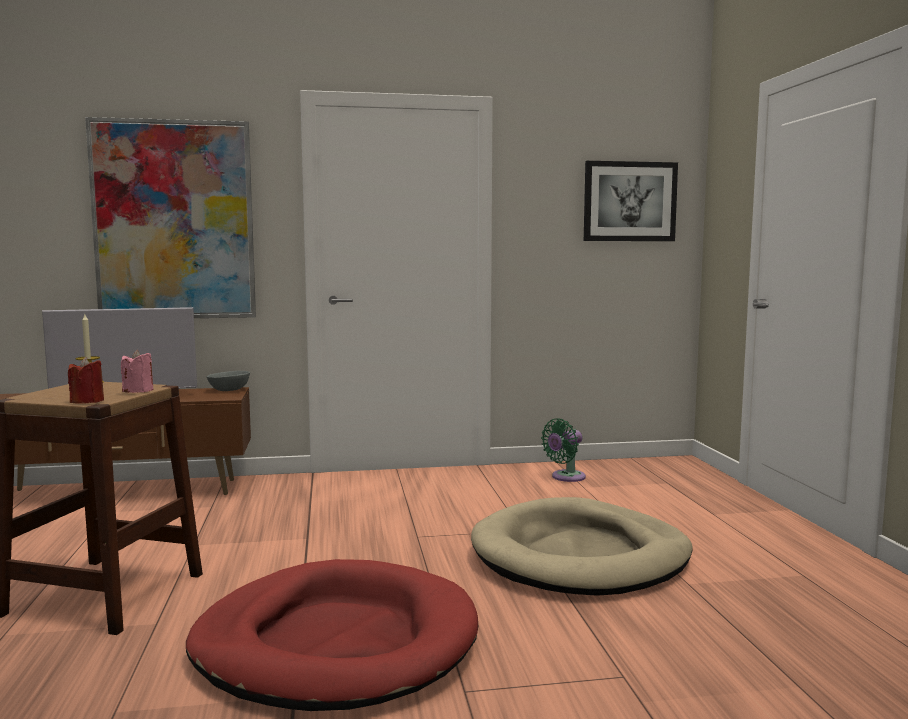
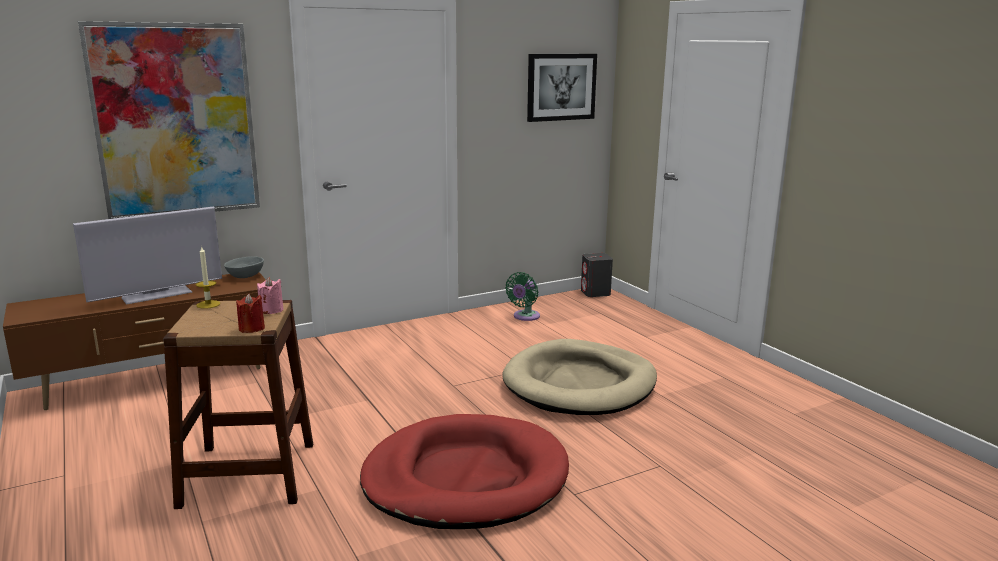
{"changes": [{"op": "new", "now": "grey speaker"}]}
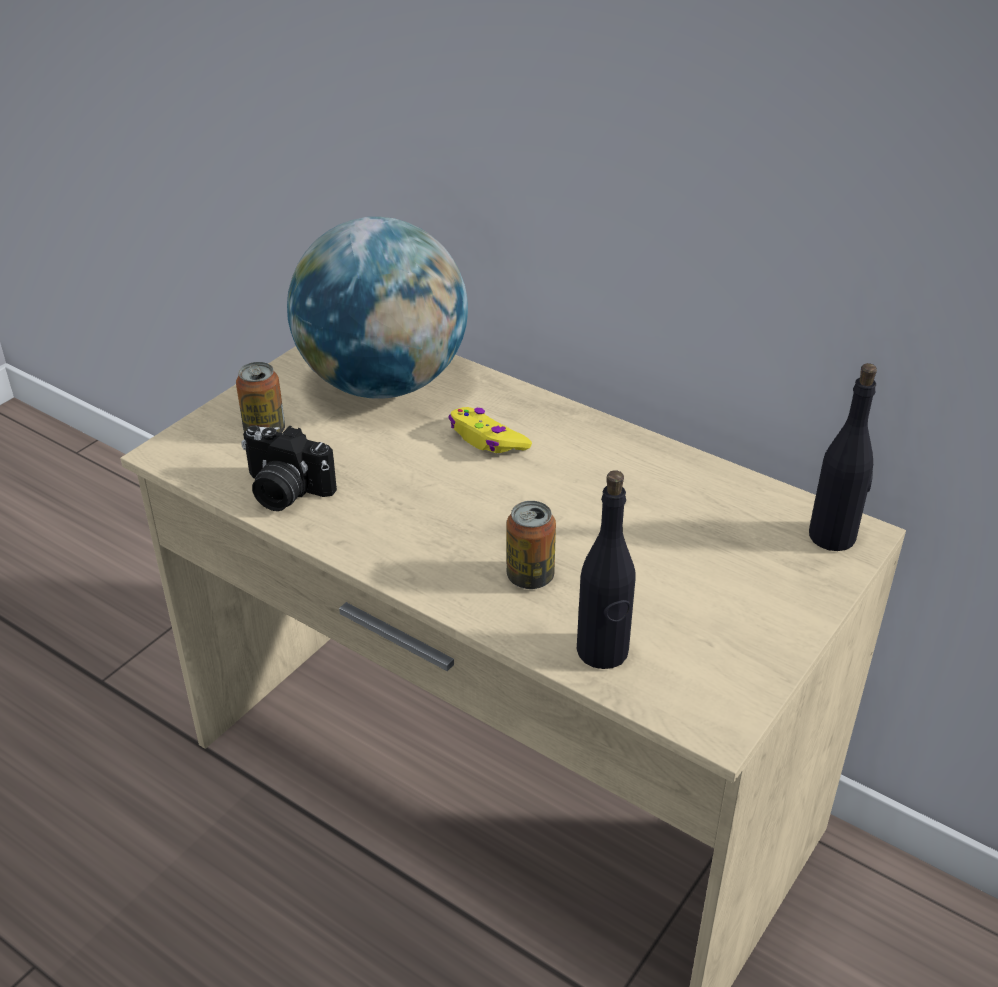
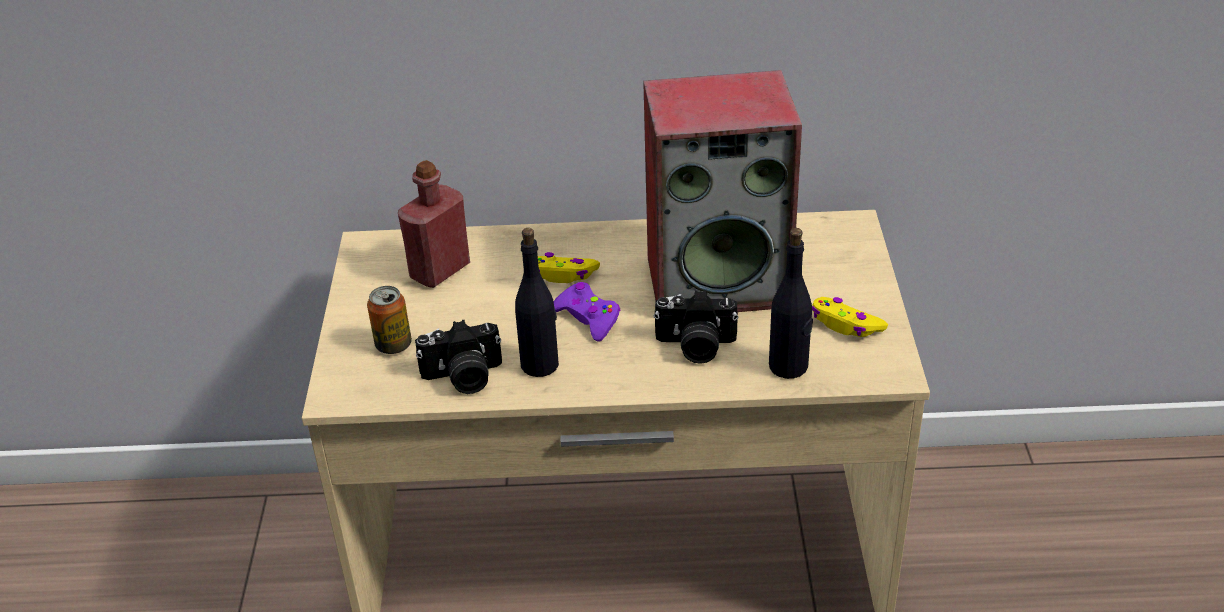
{"changes": [{"op": "swapped", "was": "globe", "now": "red bottle"}, {"op": "swapped", "was": "can (no. 2 from left)", "now": "photo camera (no. 2 from left)"}, {"op": "shifted", "was": "black bottle (no. 2 from left in the first image)", "now": "black bottle (no. 1 from left)"}, {"op": "new", "now": "purple game controller"}, {"op": "new", "now": "speaker"}, {"op": "new", "now": "yellow game controller (no. 2 from left)"}]}
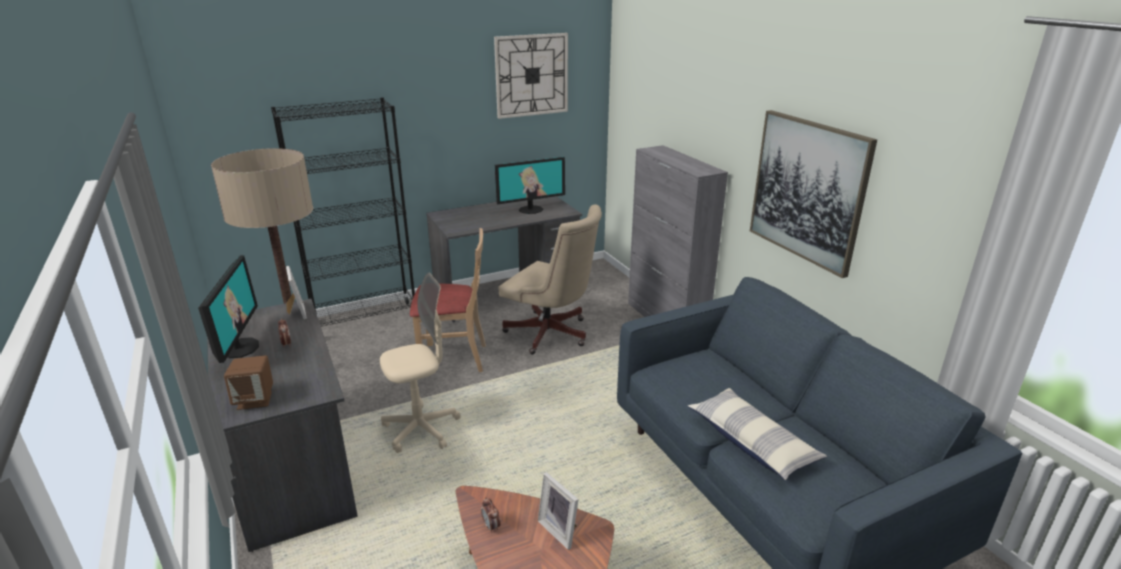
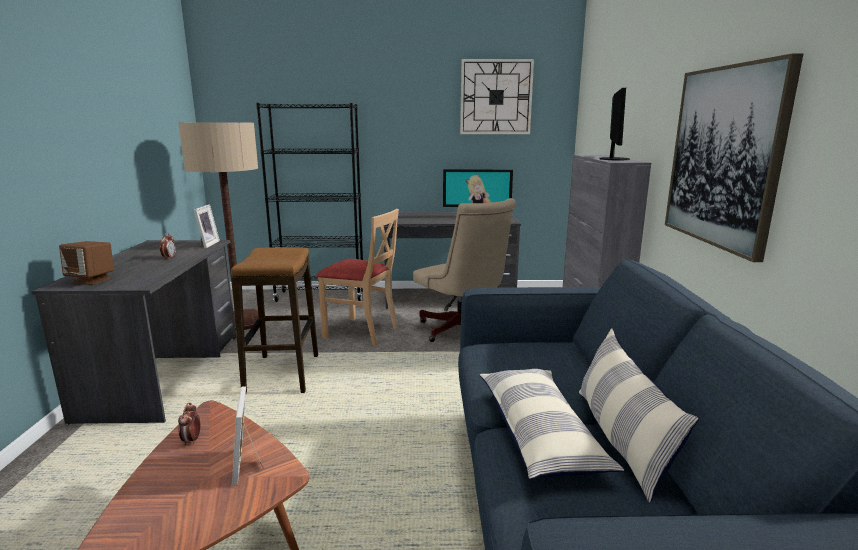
{"changes": [{"op": "shifted", "was": "monitor (no. 1 from left in the first image)", "now": "monitor (no. 2 from left)"}, {"op": "swapped", "was": "beige office chair (no. 1 from left)", "now": "stool"}, {"op": "new", "now": "pillow (no. 2 from left)"}]}
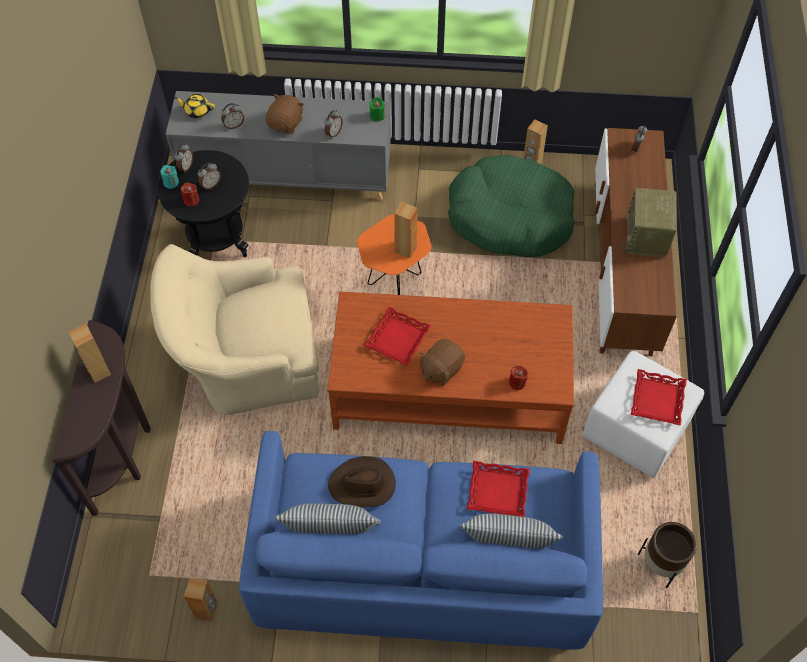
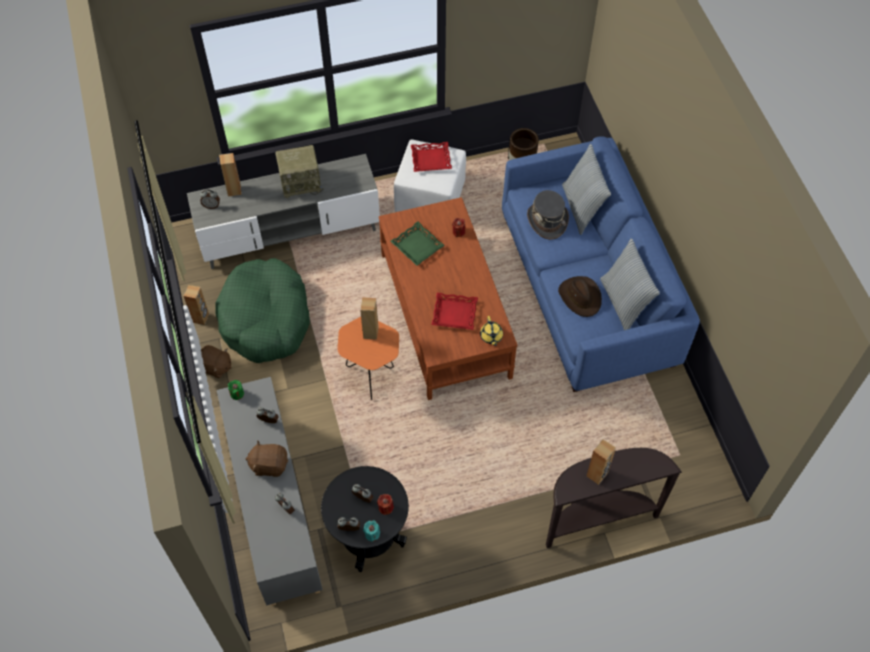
{"changes": [{"op": "gone", "was": "beige armchair"}, {"op": "shifted", "was": "yellow teapot"}, {"op": "shifted", "was": "brown speaker (no. 2 from left)"}, {"op": "shifted", "was": "brown plush toy (no. 2 from left in the first image)", "now": "brown plush toy (no. 1 from left)"}, {"op": "swapped", "was": "red tray (no. 2 from left)", "now": "grey hat"}, {"op": "repainted", "was": "brown tv stand", "now": "grey tv stand"}, {"op": "new", "now": "green tray"}]}
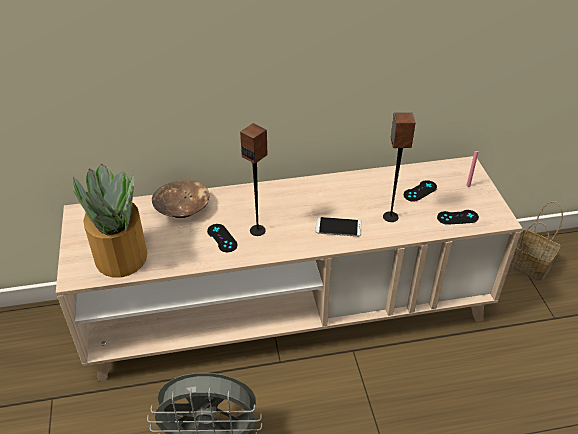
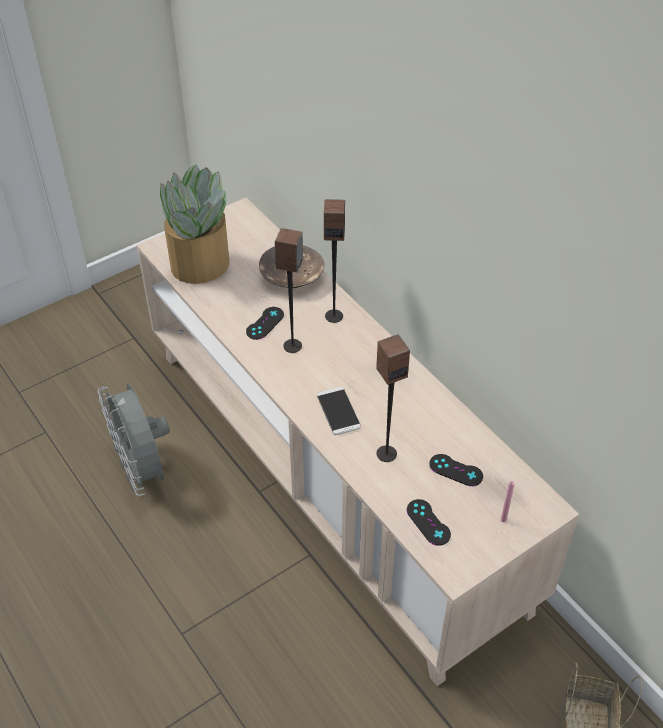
{"changes": [{"op": "new", "now": "speaker (no. 2 from left)"}]}
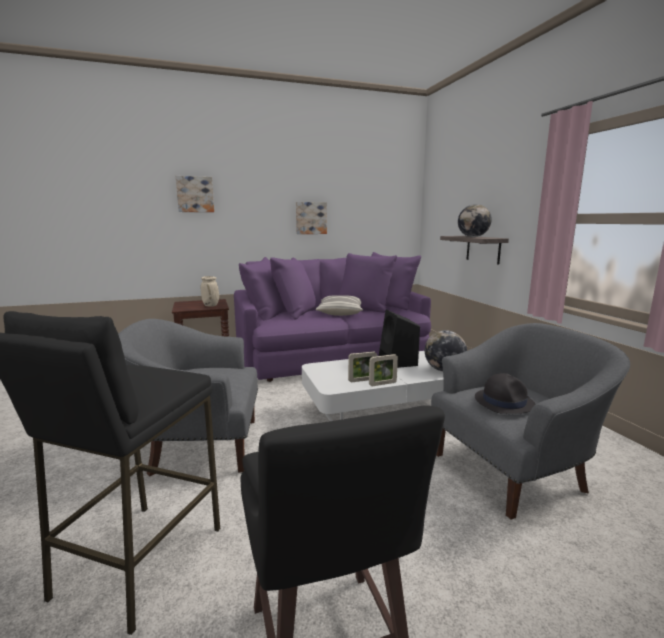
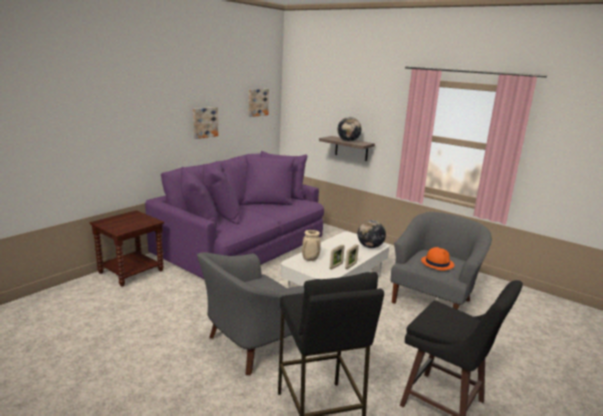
{"changes": [{"op": "shifted", "was": "picture (no. 1 from left in the first image)", "now": "picture (no. 2 from left)"}, {"op": "shifted", "was": "beige vase"}, {"op": "gone", "was": "pillow"}, {"op": "gone", "was": "black speaker"}, {"op": "repainted", "was": "black hat", "now": "orange hat"}]}
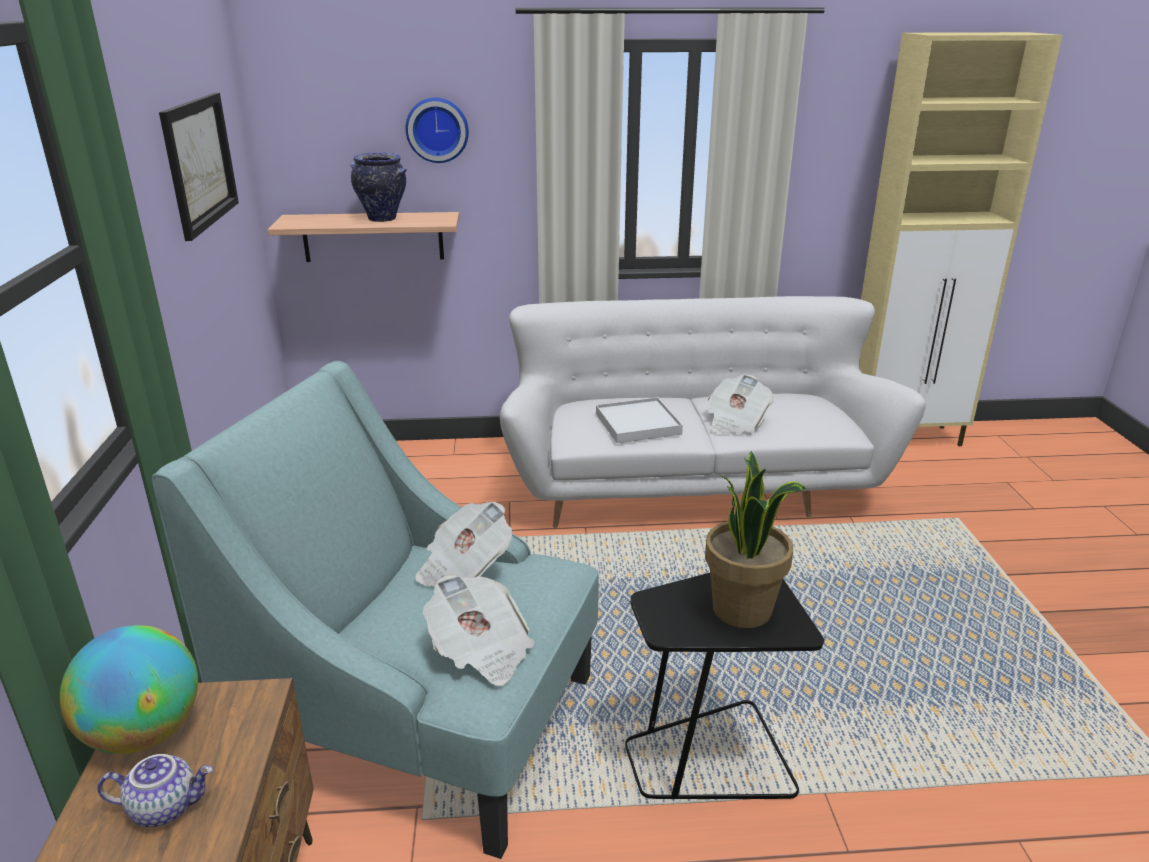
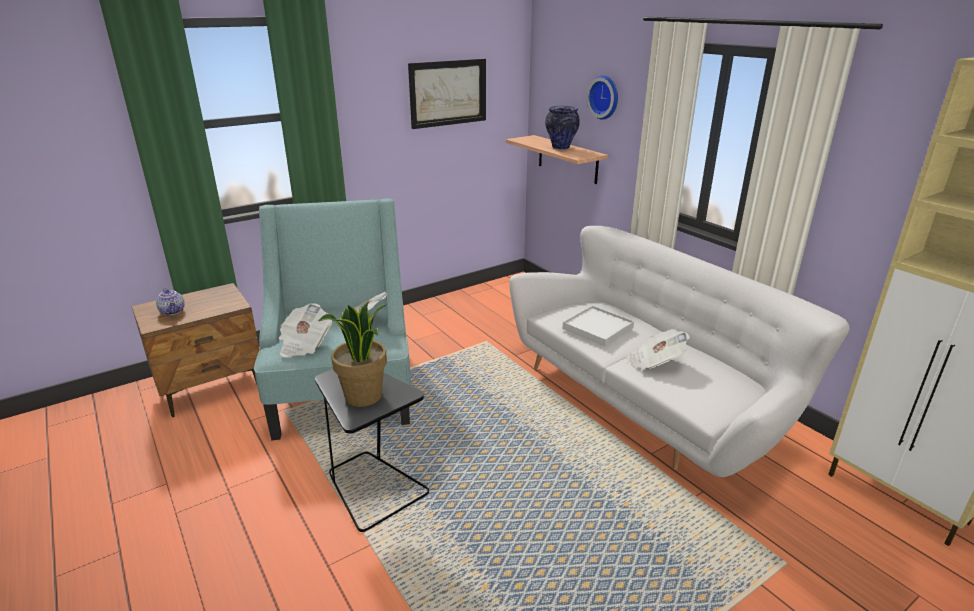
{"changes": [{"op": "gone", "was": "globe"}]}
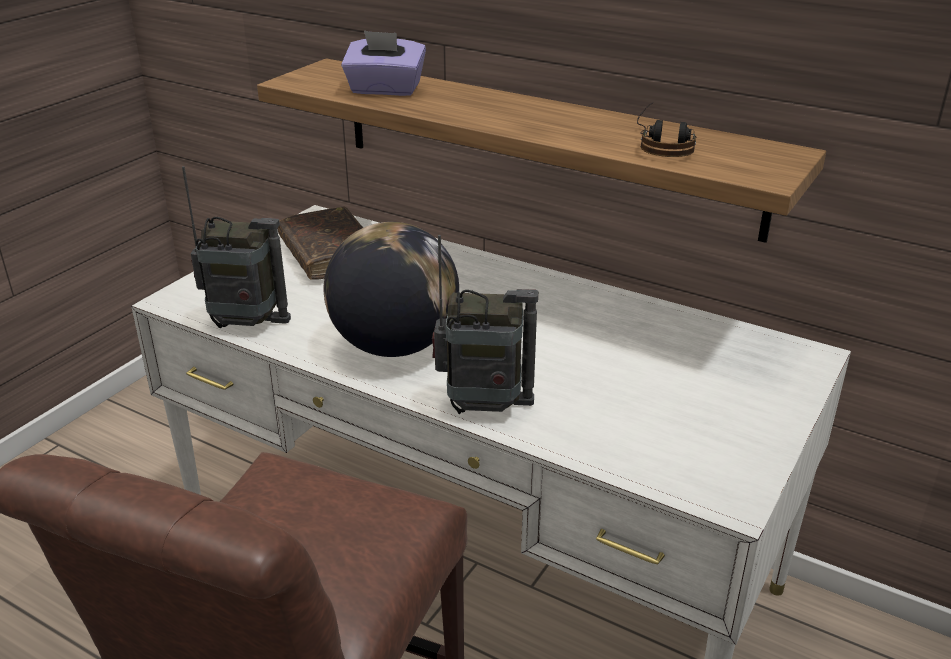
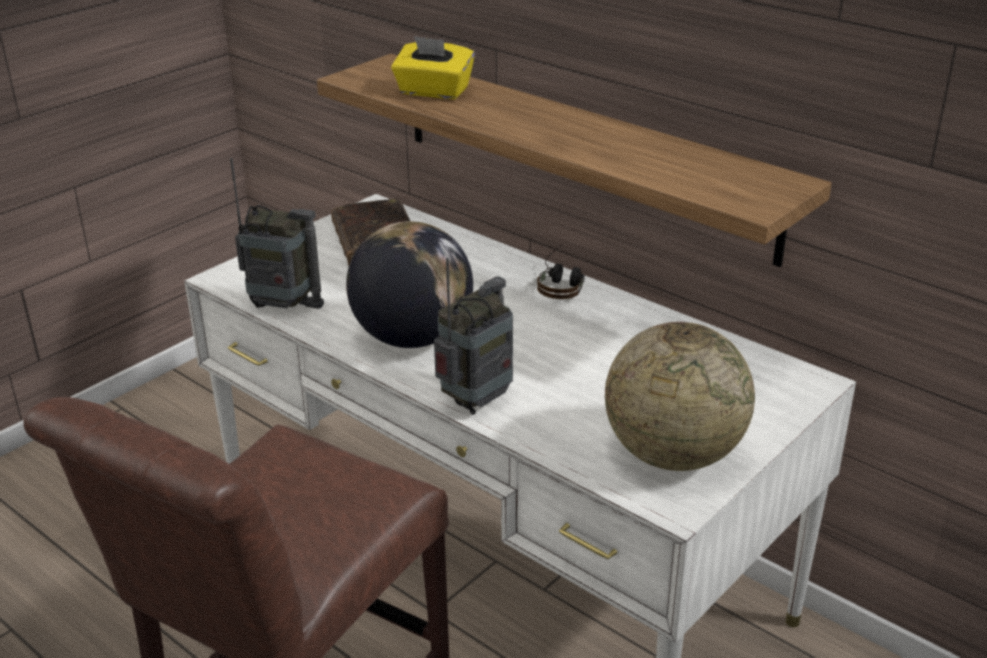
{"changes": [{"op": "repainted", "was": "purple tissue box", "now": "yellow tissue box"}, {"op": "rotated", "was": "radio (no. 2 from left)", "clockwise": -60}, {"op": "shifted", "was": "headphones"}, {"op": "new", "now": "globe (no. 2 from left)"}]}
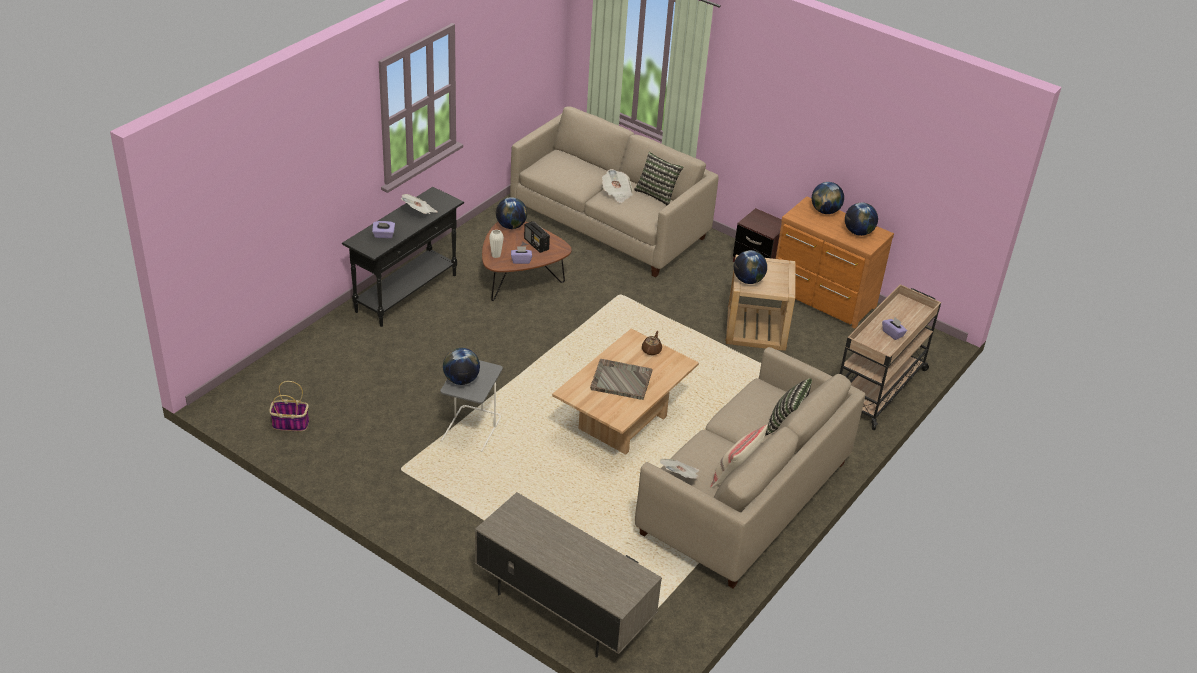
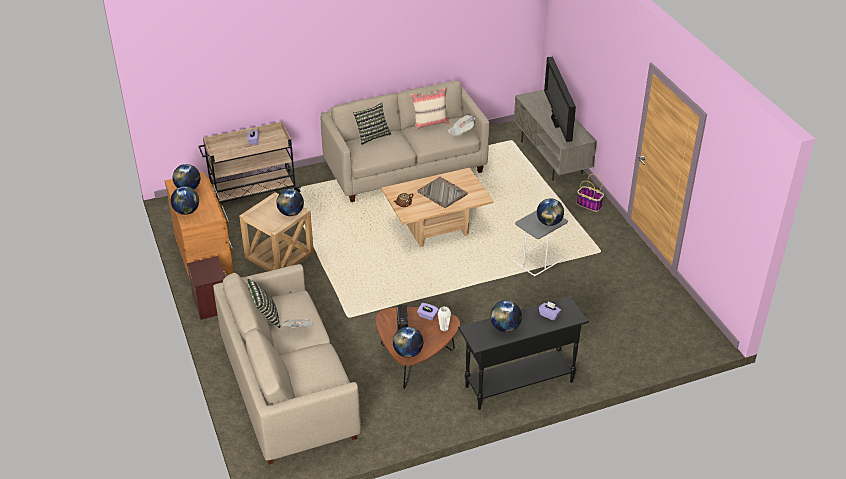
{"changes": [{"op": "shifted", "was": "basket"}, {"op": "swapped", "was": "newspaper (no. 1 from left)", "now": "globe (no. 5 from left)"}, {"op": "new", "now": "television"}]}
